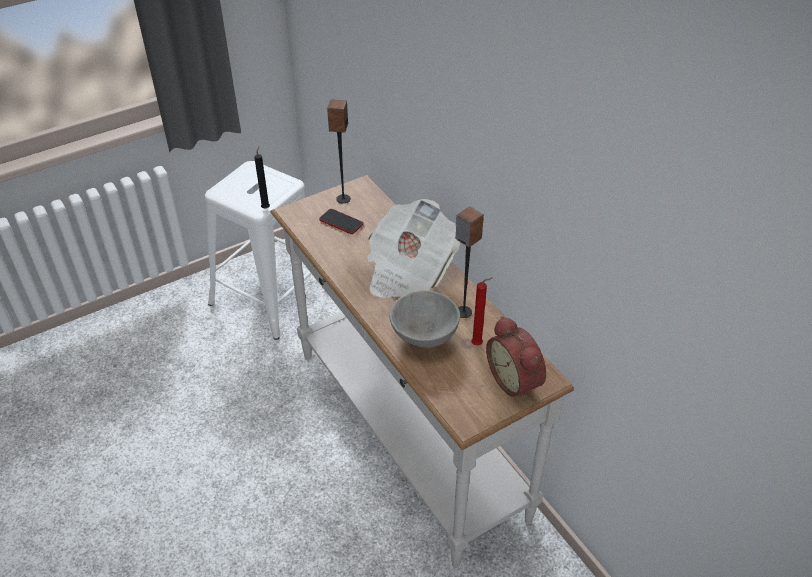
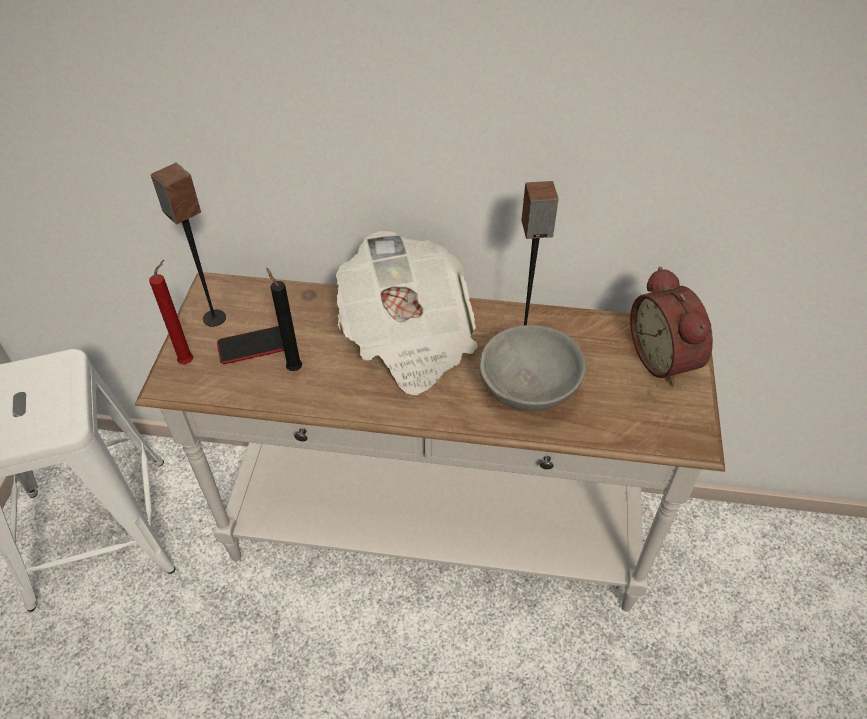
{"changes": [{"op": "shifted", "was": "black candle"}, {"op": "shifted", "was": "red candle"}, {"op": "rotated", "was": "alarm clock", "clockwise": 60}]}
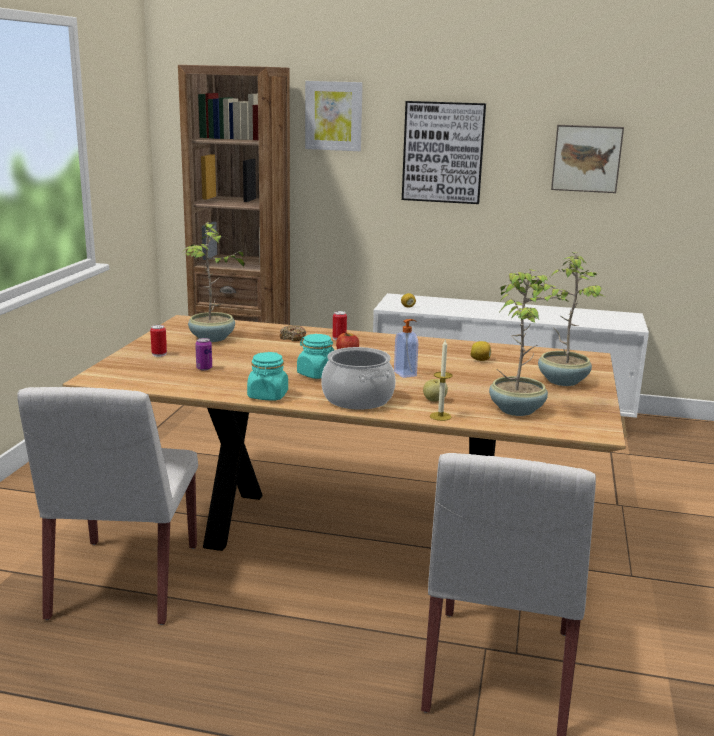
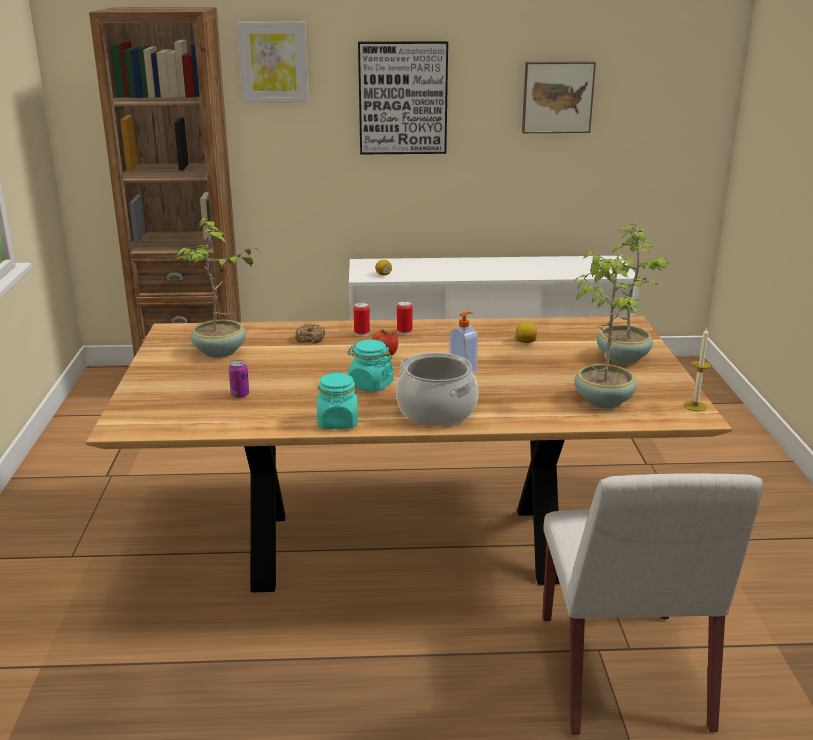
{"changes": [{"op": "gone", "was": "white chair (no. 1 from left)"}, {"op": "shifted", "was": "can (no. 1 from left in the first image)", "now": "can (no. 3 from left)"}, {"op": "gone", "was": "apple (no. 2 from left)"}, {"op": "shifted", "was": "candle"}]}
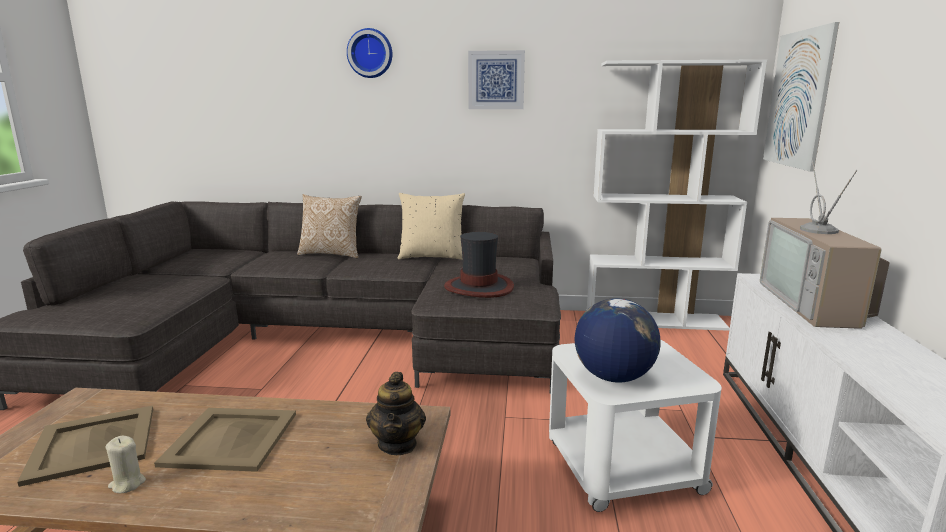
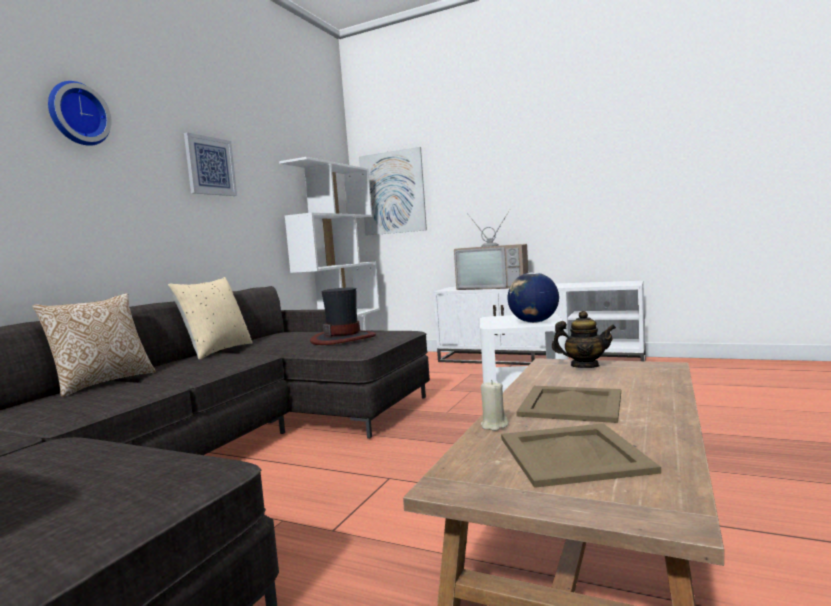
{"changes": [{"op": "shifted", "was": "beige candle"}]}
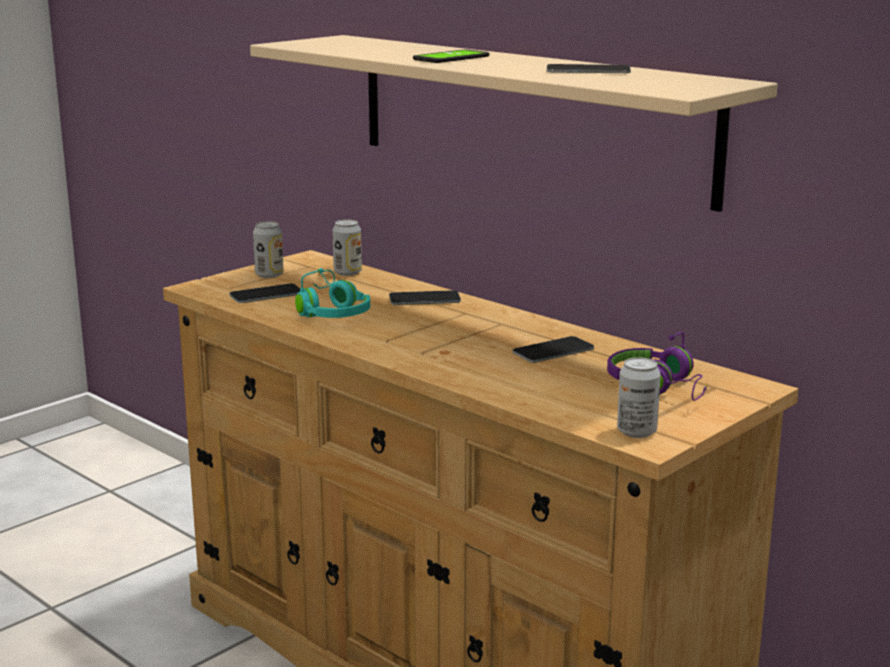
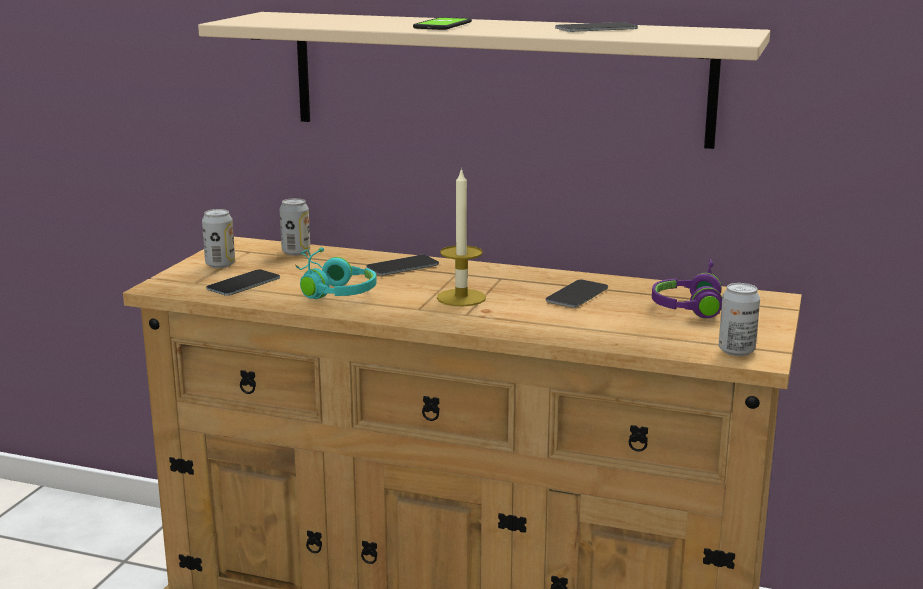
{"changes": [{"op": "new", "now": "candle"}]}
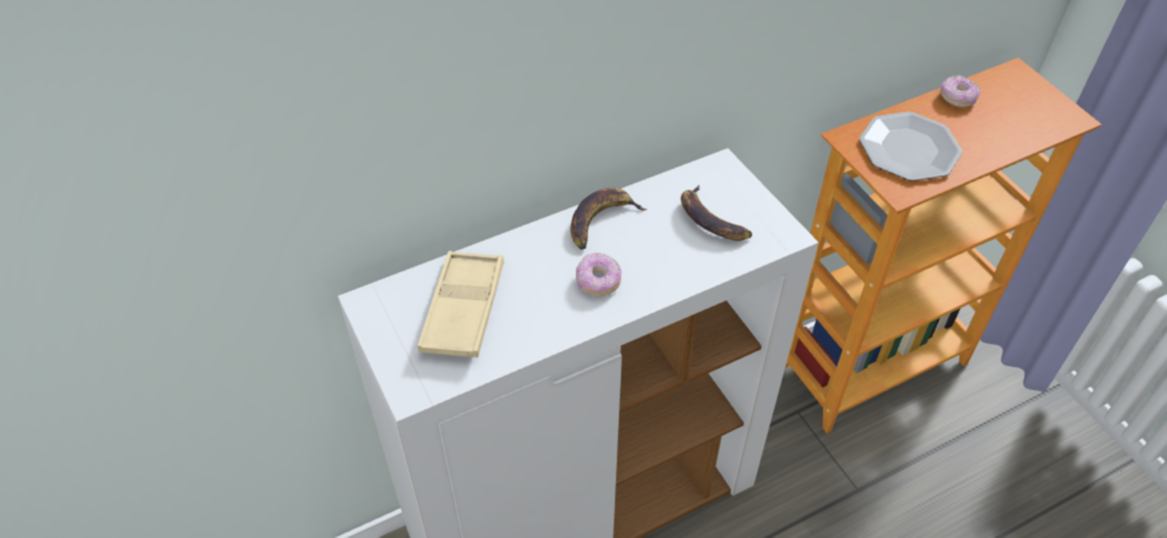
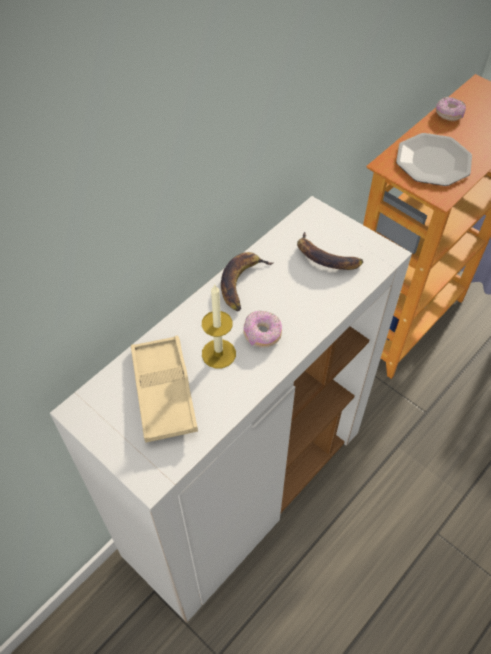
{"changes": [{"op": "new", "now": "candle"}]}
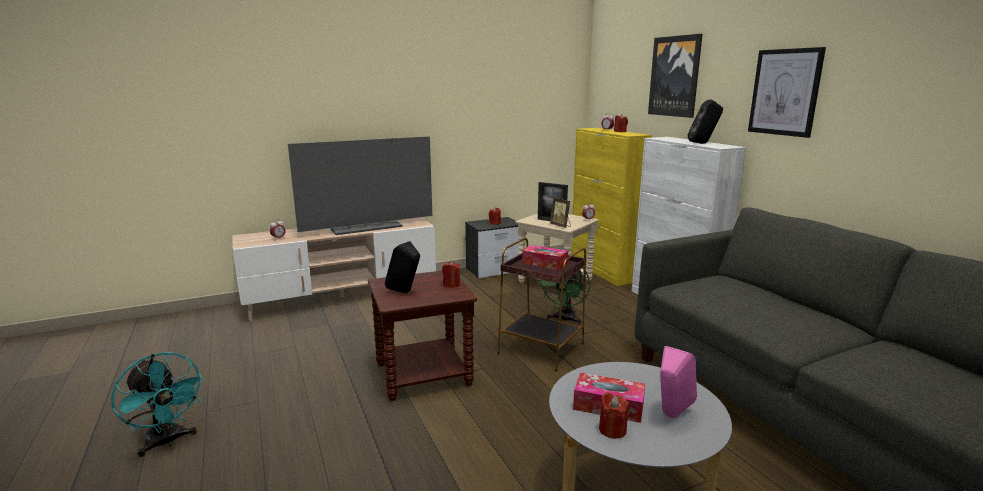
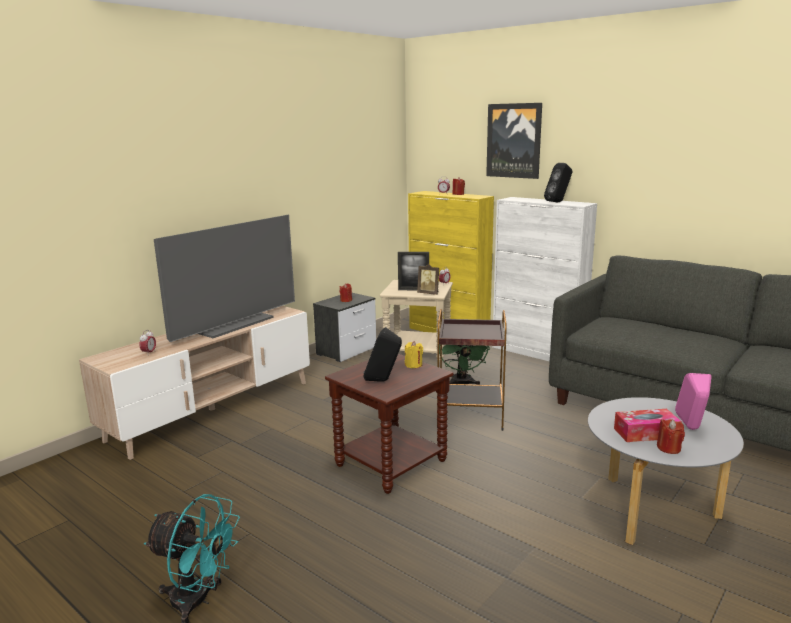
{"changes": [{"op": "repainted", "was": "red candle (no. 1 from left)", "now": "yellow candle"}, {"op": "gone", "was": "tissue box (no. 1 from left)"}, {"op": "gone", "was": "picture (no. 2 from left)"}]}
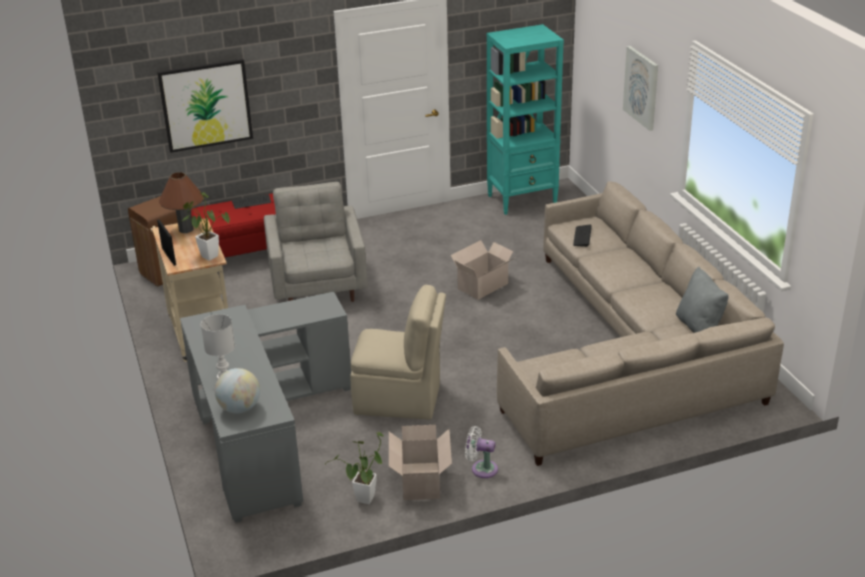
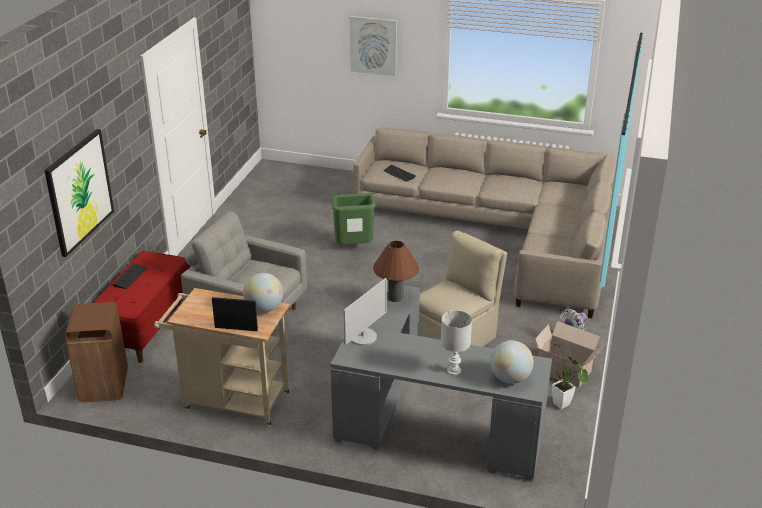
{"changes": [{"op": "shifted", "was": "brown table lamp"}, {"op": "swapped", "was": "potted plant (no. 1 from left)", "now": "globe (no. 1 from left)"}, {"op": "swapped", "was": "cardboard box (no. 2 from left)", "now": "green trash can"}, {"op": "gone", "was": "turquoise bookcase"}, {"op": "gone", "was": "grey pillow"}, {"op": "new", "now": "monitor"}]}
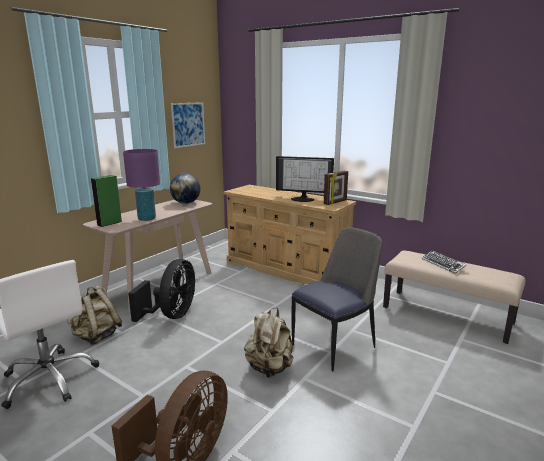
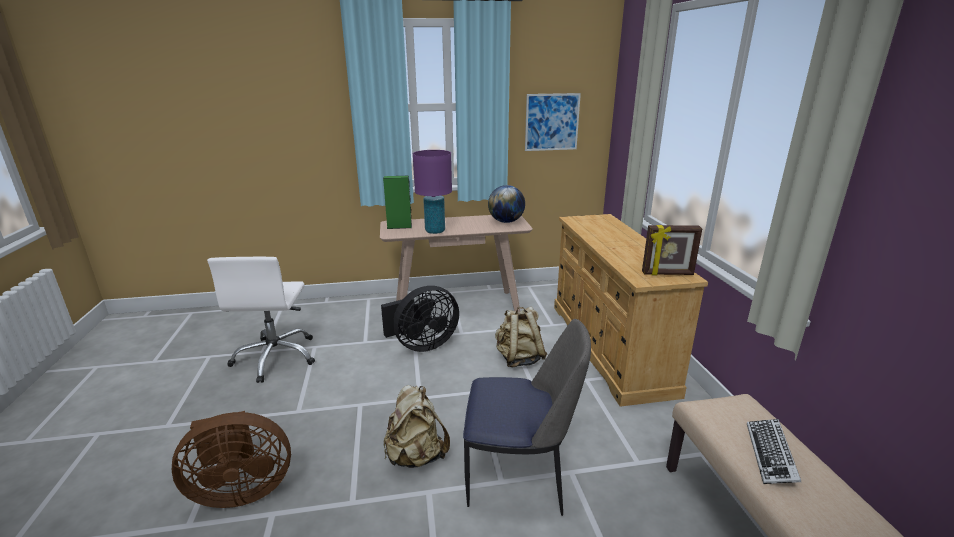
{"changes": [{"op": "shifted", "was": "beige backpack (no. 1 from left in the first image)", "now": "beige backpack (no. 2 from left)"}, {"op": "gone", "was": "monitor"}]}
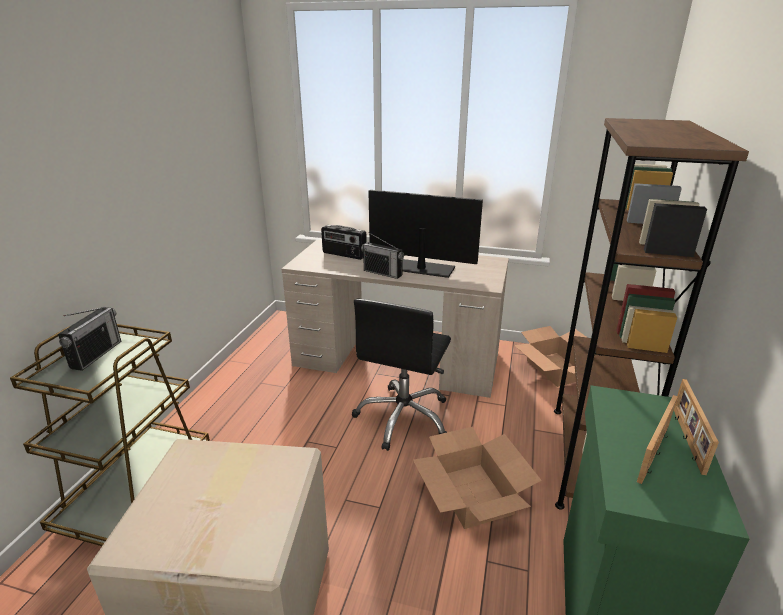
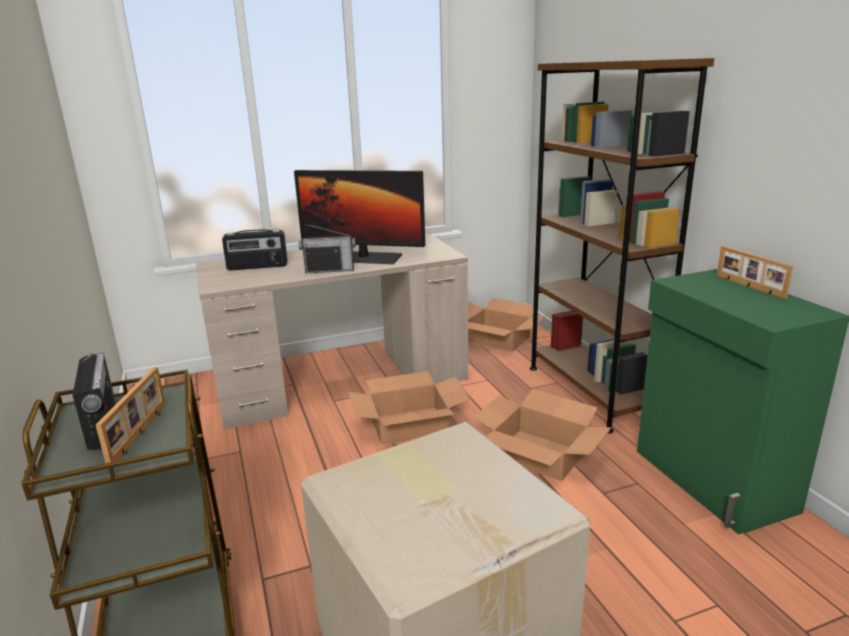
{"changes": [{"op": "swapped", "was": "black office chair", "now": "cardboard box (no. 1 from left)"}, {"op": "rotated", "was": "monitor", "clockwise": -150}, {"op": "shifted", "was": "picture frame (no. 1 from left)"}]}
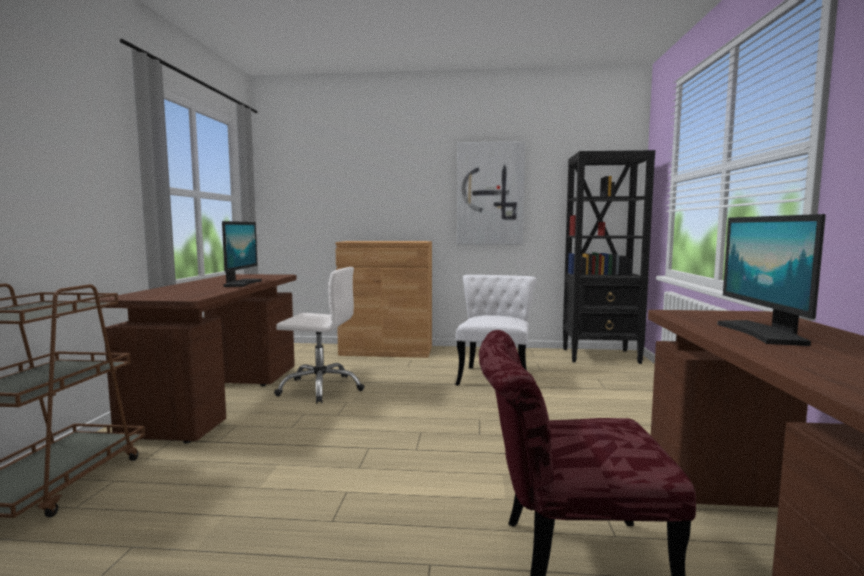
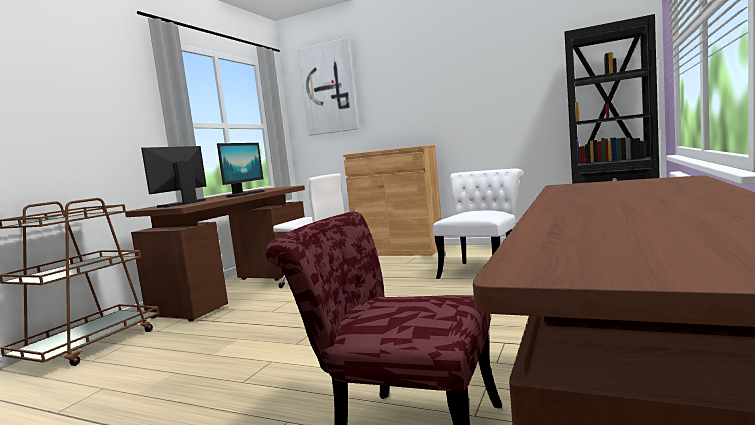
{"changes": [{"op": "shifted", "was": "picture"}, {"op": "shifted", "was": "monitor (no. 2 from left in the first image)", "now": "monitor (no. 1 from left)"}]}
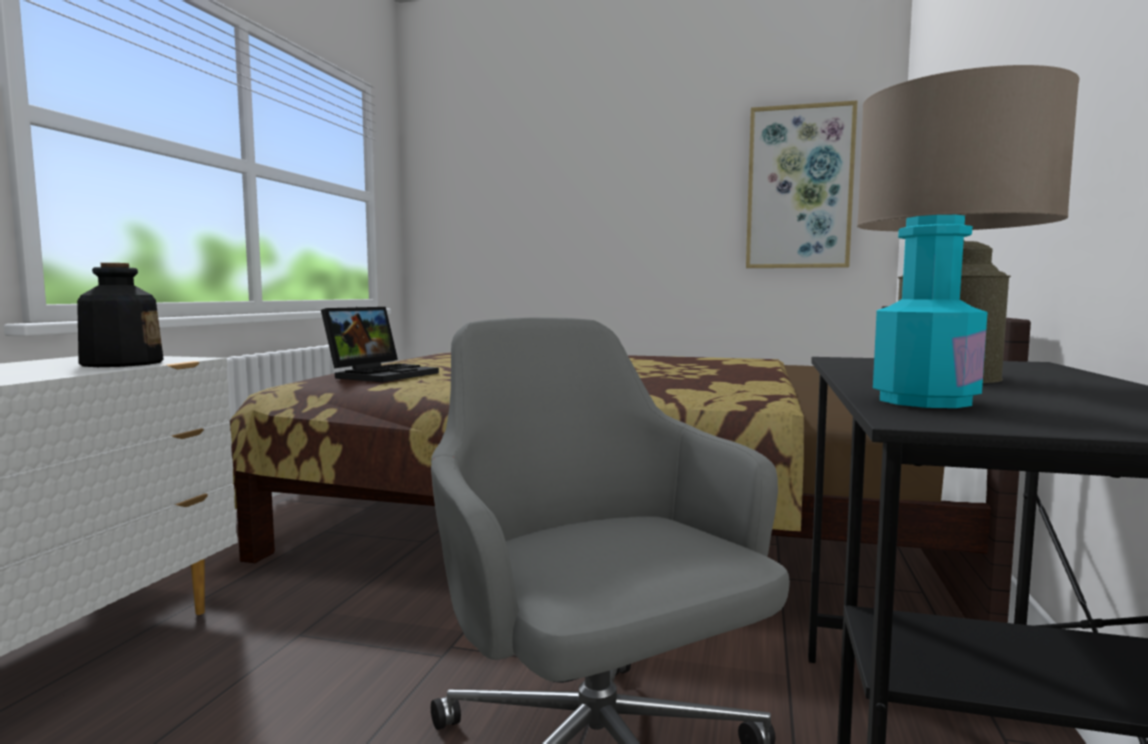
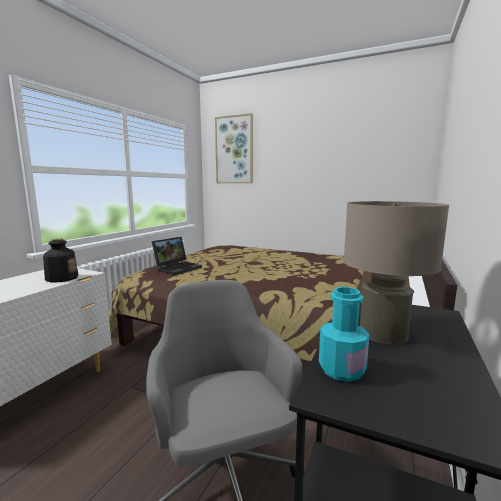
{"changes": [{"op": "shifted", "was": "picture"}]}
